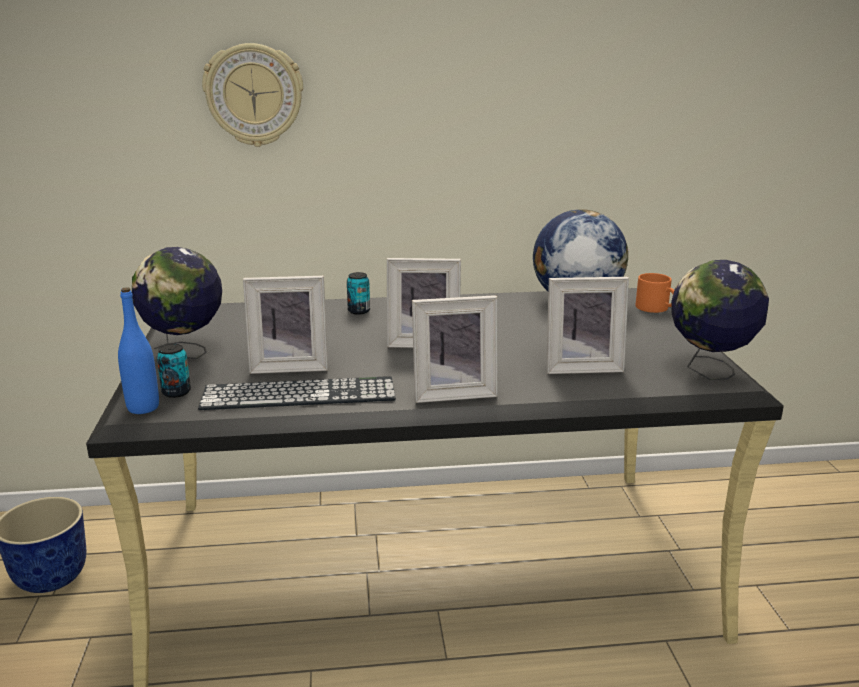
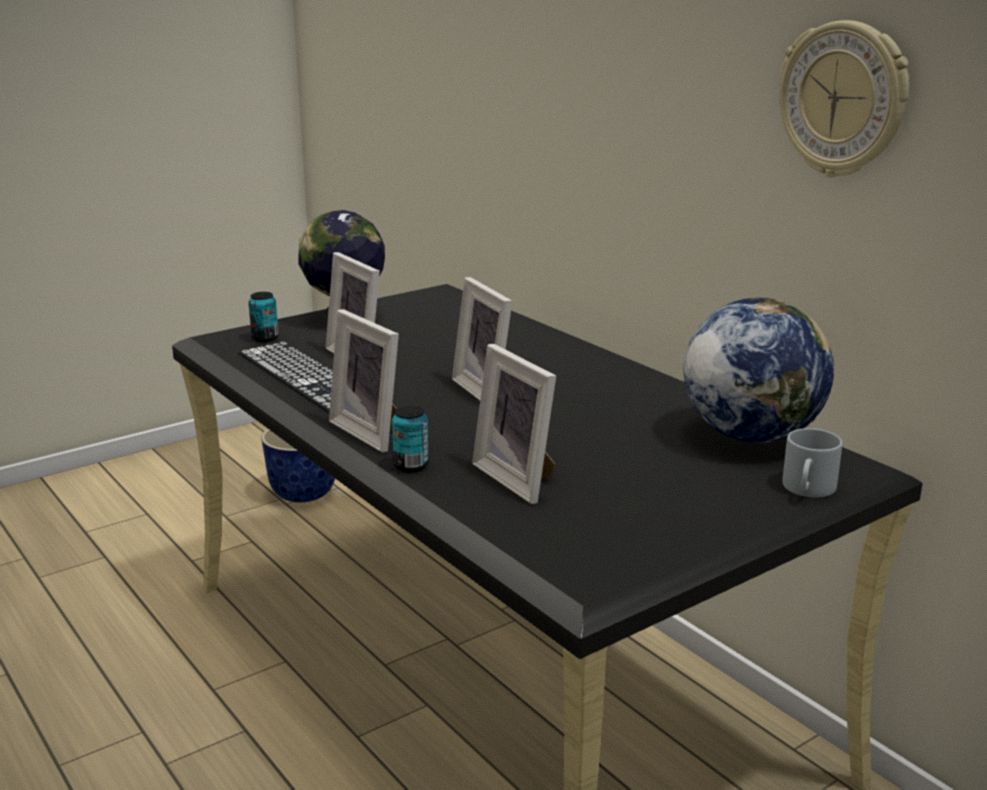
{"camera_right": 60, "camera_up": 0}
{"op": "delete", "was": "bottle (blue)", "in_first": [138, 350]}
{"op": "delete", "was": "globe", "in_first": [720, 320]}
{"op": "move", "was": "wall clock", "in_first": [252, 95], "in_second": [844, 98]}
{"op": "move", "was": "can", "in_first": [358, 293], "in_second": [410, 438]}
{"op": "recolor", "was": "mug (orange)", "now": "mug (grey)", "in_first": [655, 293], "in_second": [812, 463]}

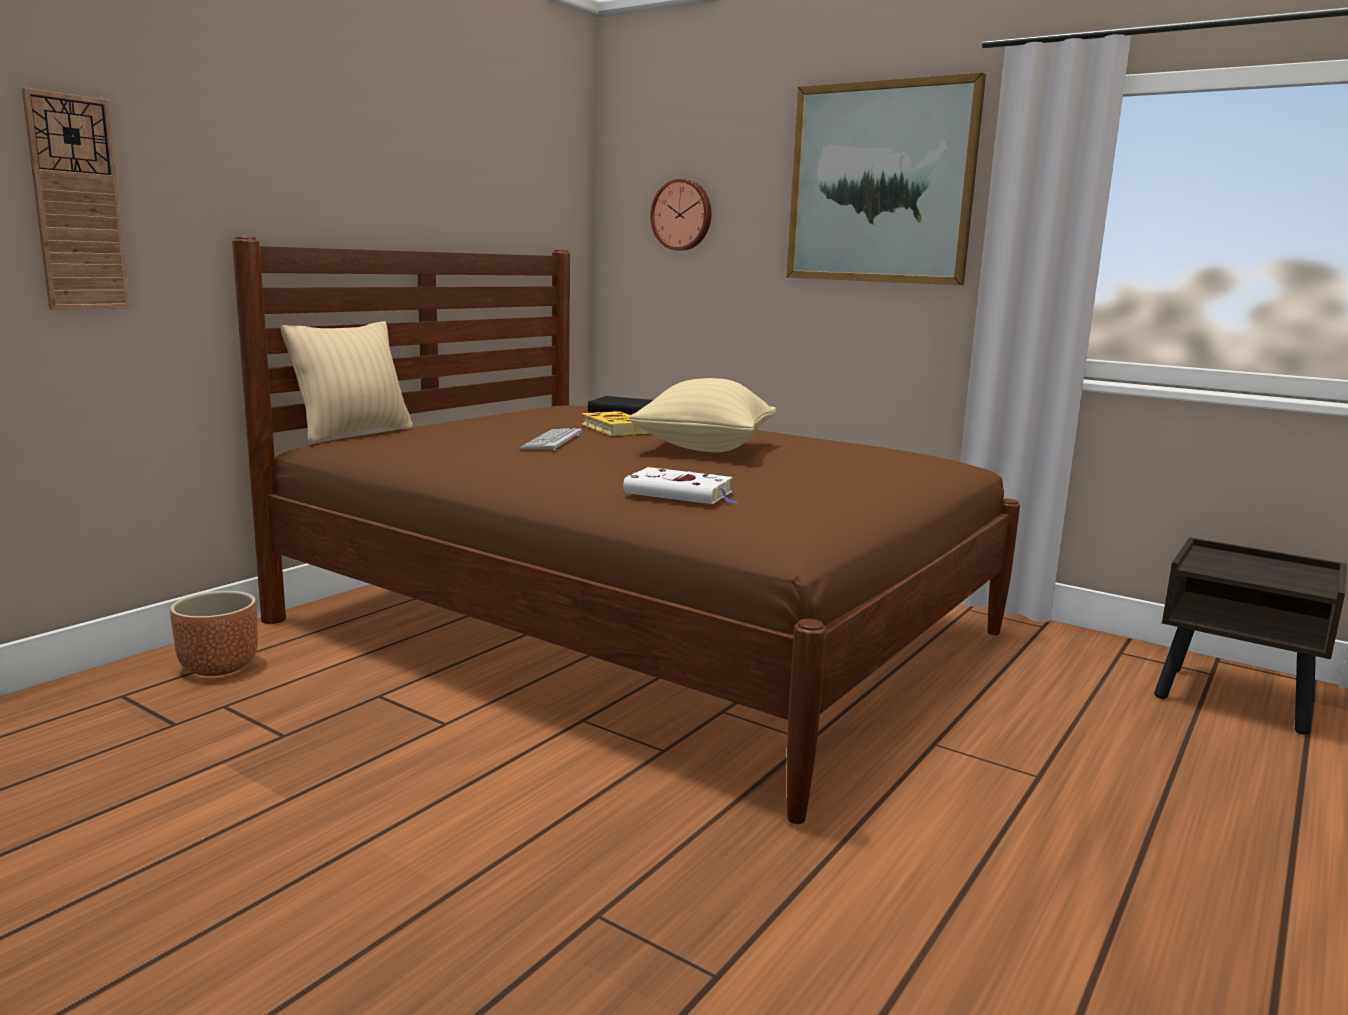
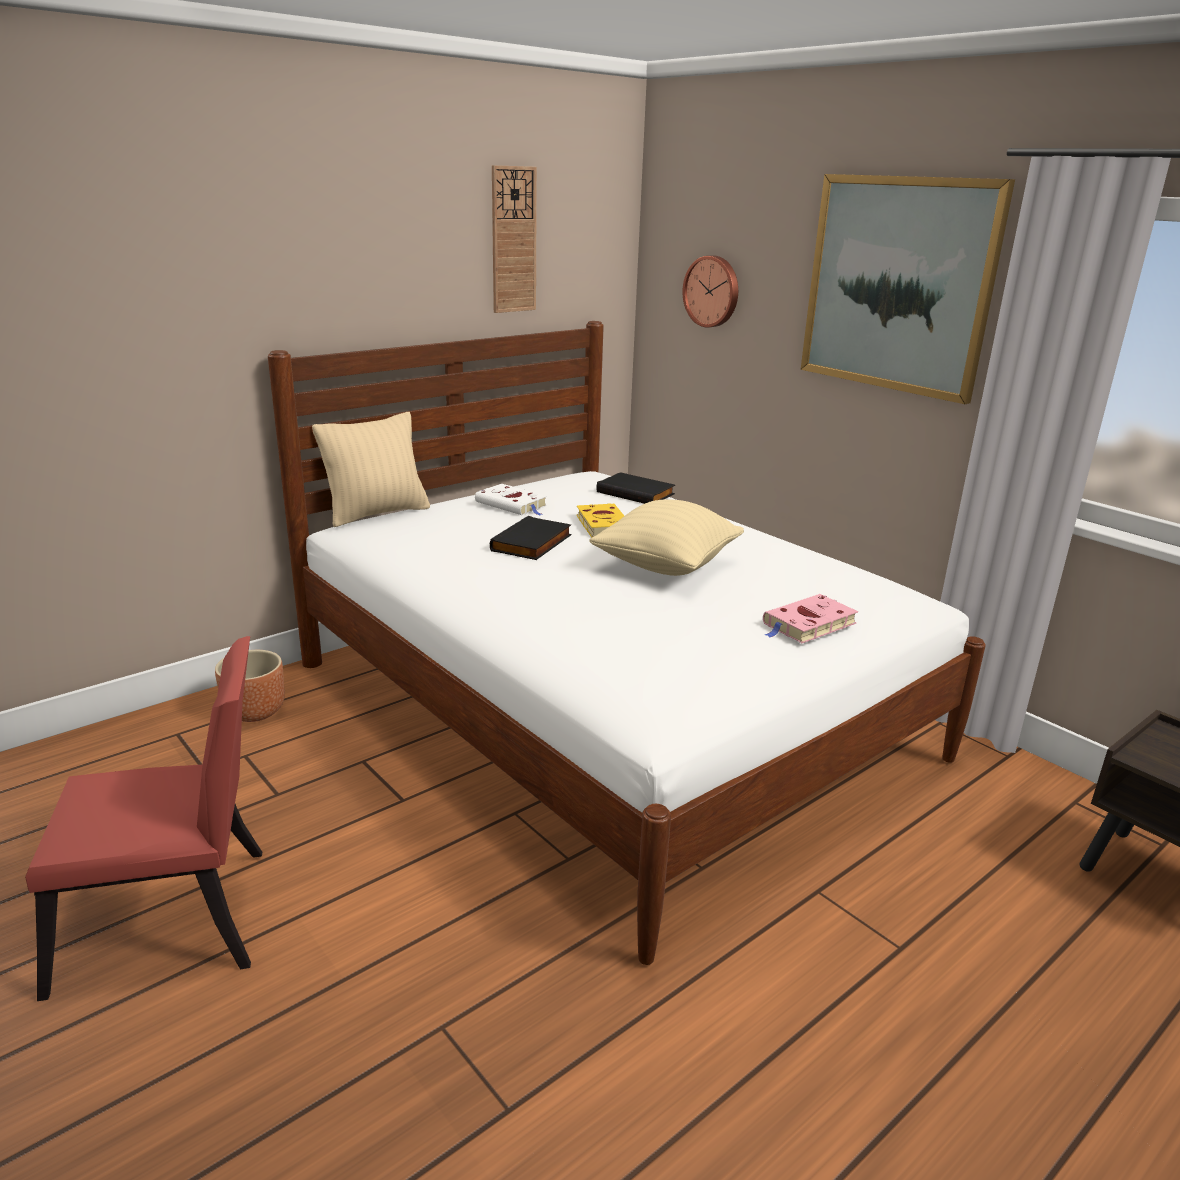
{"camera_right": 15, "camera_up": 10}
{"op": "insert", "now": "chair (red)", "in_second": [143, 818]}
{"op": "insert", "now": "book (pink)", "in_second": [810, 618]}
{"op": "move", "was": "wall clock", "in_first": [76, 199], "in_second": [514, 239]}
{"op": "move", "was": "book (white)", "in_first": [680, 485], "in_second": [511, 499]}
{"op": "replace", "was": "keyboard", "now": "book (black)", "in_first": [550, 439], "in_second": [530, 538]}
{"op": "recolor", "was": "bed (brown)", "now": "bed (white)", "in_first": [626, 530], "in_second": [627, 643]}

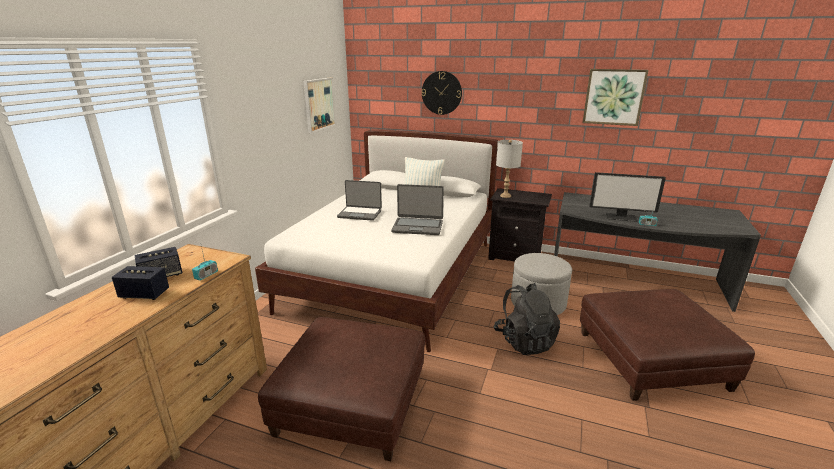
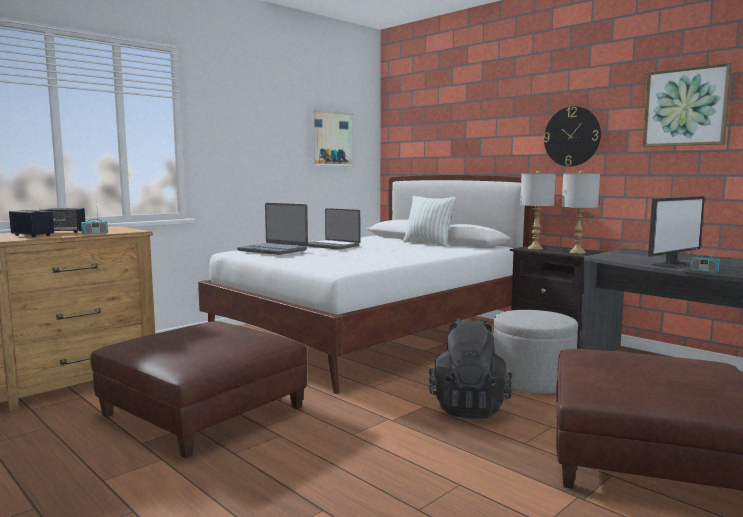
{"camera_right": 25, "camera_up": -15}
{"op": "insert", "now": "table lamp (grey)", "in_second": [581, 212]}
{"op": "move", "was": "laptop", "in_first": [417, 209], "in_second": [272, 229]}
{"op": "move", "was": "wall clock", "in_first": [442, 93], "in_second": [572, 136]}
{"op": "rotate", "was": "monitor", "in_first": [627, 197], "in_second": [676, 232], "clockwise": -75}

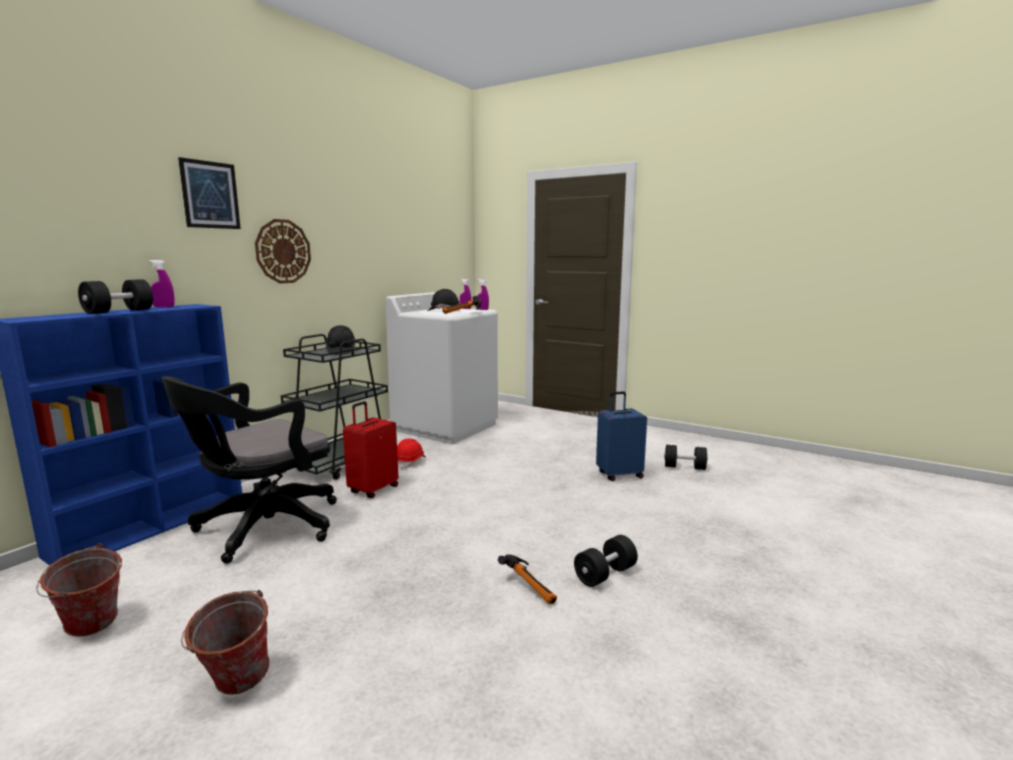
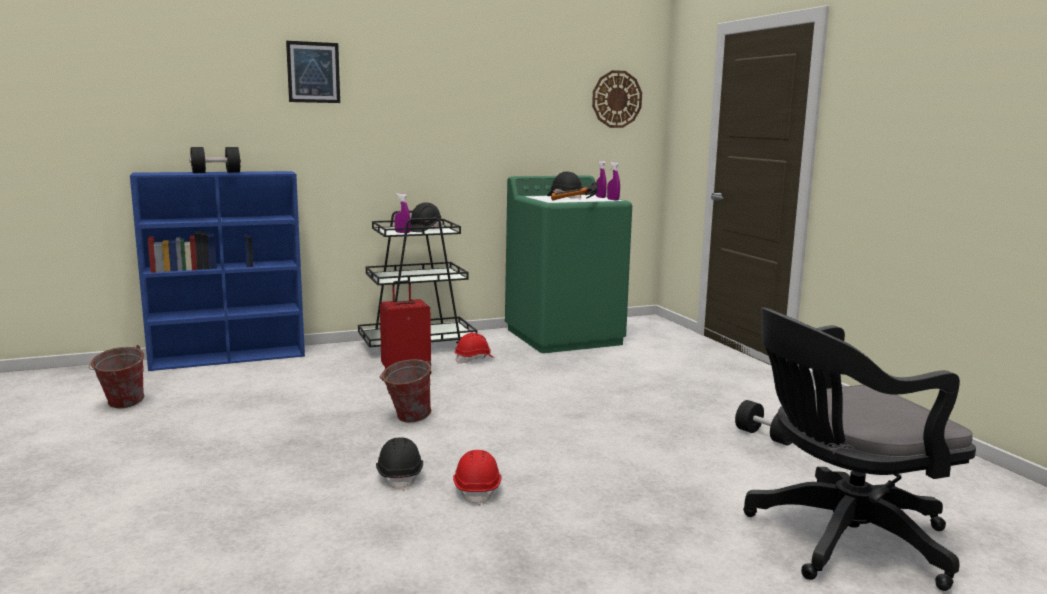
{"camera_right": 35, "camera_up": 0}
{"op": "delete", "was": "suitcase (blue)", "in_first": [621, 436]}
{"op": "move", "was": "spray bottle (purple)", "in_first": [162, 283], "in_second": [402, 213]}
{"op": "move", "was": "office chair (black)", "in_first": [249, 470], "in_second": [859, 449]}
{"op": "move", "was": "bucket", "in_first": [225, 642], "in_second": [405, 391]}
{"op": "move", "was": "wall clock", "in_first": [283, 251], "in_second": [617, 99]}
{"op": "replace", "was": "hammer", "now": "hard hat (black)", "in_first": [527, 579], "in_second": [399, 464]}
{"op": "replace", "was": "dumbbell (black)", "now": "hard hat (red)", "in_first": [606, 561], "in_second": [477, 478]}
{"op": "recolor", "was": "washing machine (white)", "now": "washing machine (green)", "in_first": [441, 368], "in_second": [568, 264]}

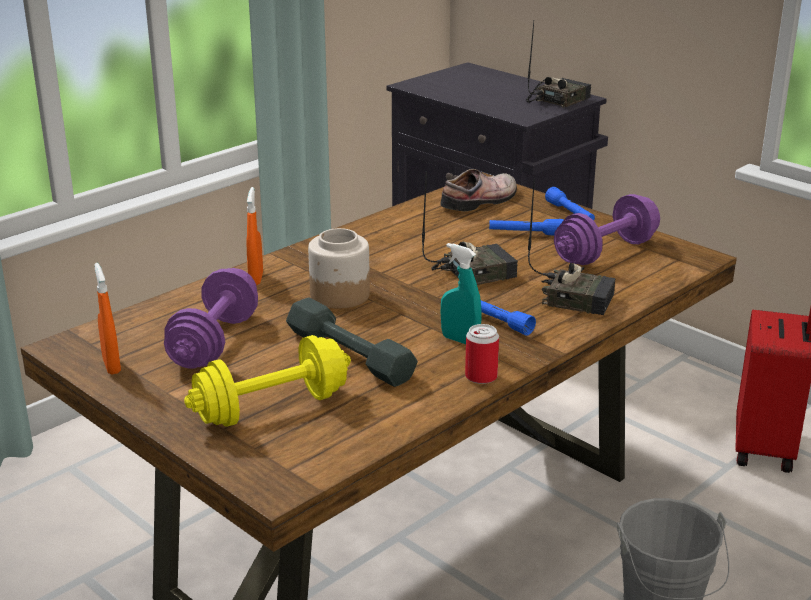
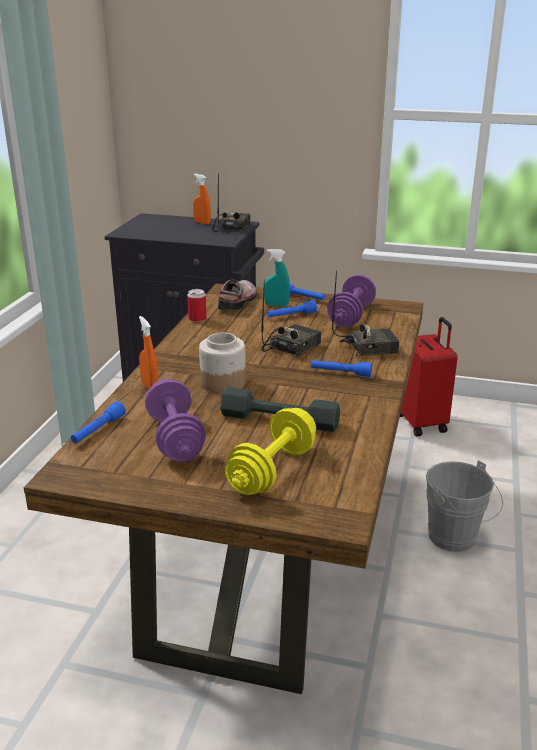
{"camera_right": -30, "camera_up": 0}
{"op": "insert", "now": "flashlight (blue)", "in_second": [98, 422]}
{"op": "move", "was": "spray bottle (orange)", "in_first": [107, 318], "in_second": [202, 199]}
{"op": "move", "was": "spray bottle (turquoise)", "in_first": [461, 293], "in_second": [277, 277]}
{"op": "move", "was": "can", "in_first": [482, 354], "in_second": [197, 305]}

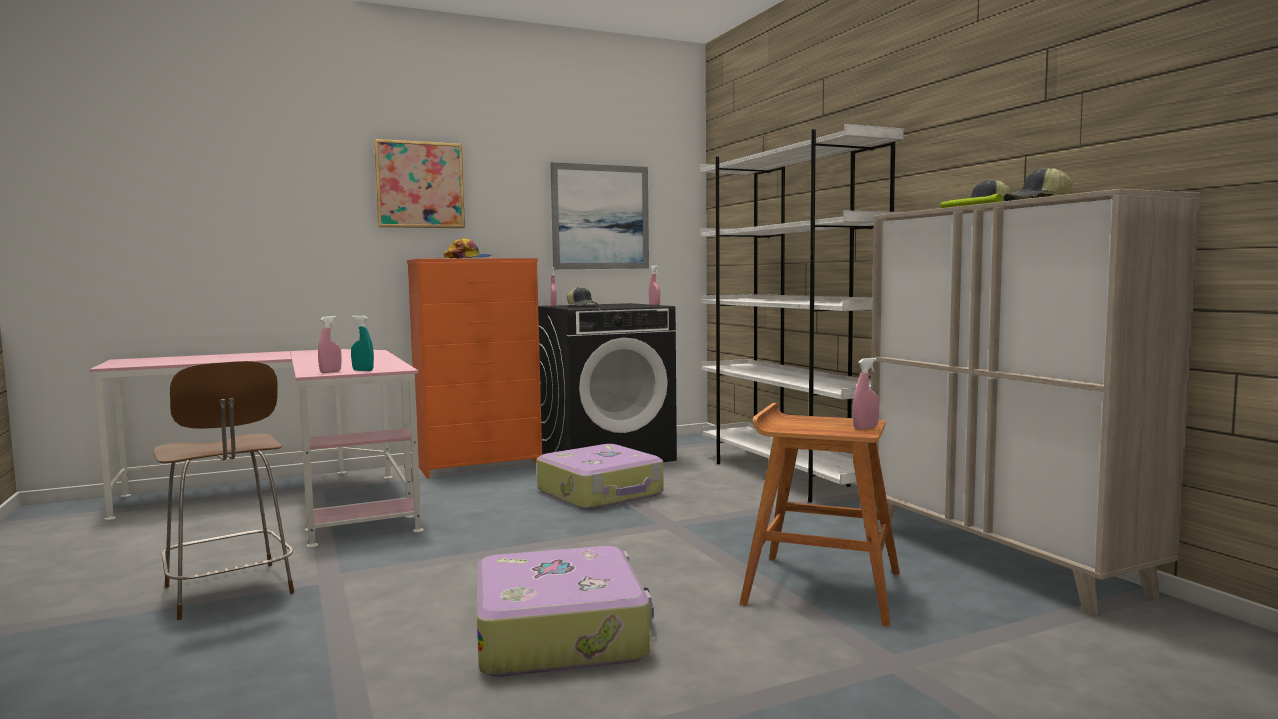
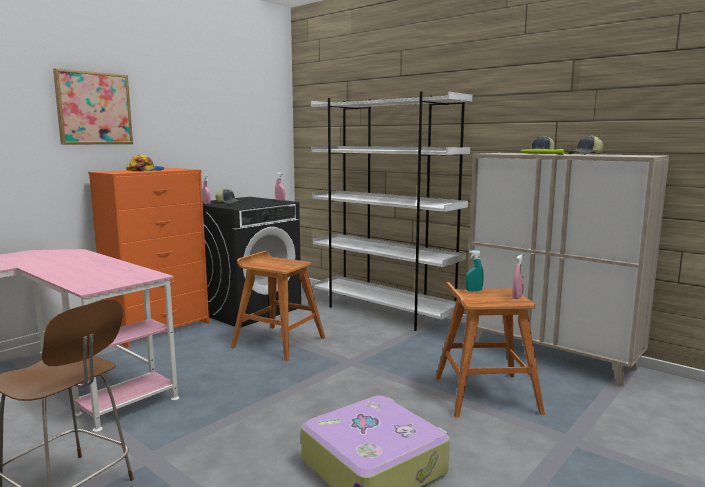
{"camera_right": -25, "camera_up": 5}
{"op": "delete", "was": "spray bottle (pink)", "in_first": [330, 344]}
{"op": "delete", "was": "picture", "in_first": [599, 215]}
{"op": "move", "was": "spray bottle (turquoise)", "in_first": [362, 343], "in_second": [475, 270]}
{"op": "replace", "was": "suitcase", "now": "stool (brown)", "in_first": [600, 477], "in_second": [278, 306]}

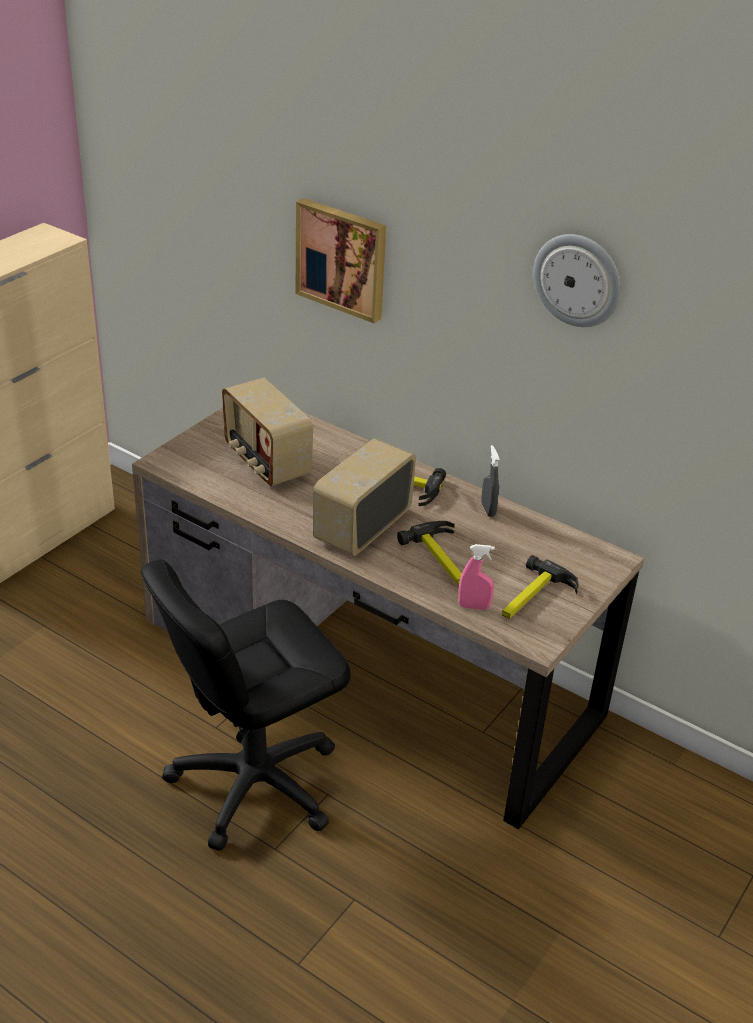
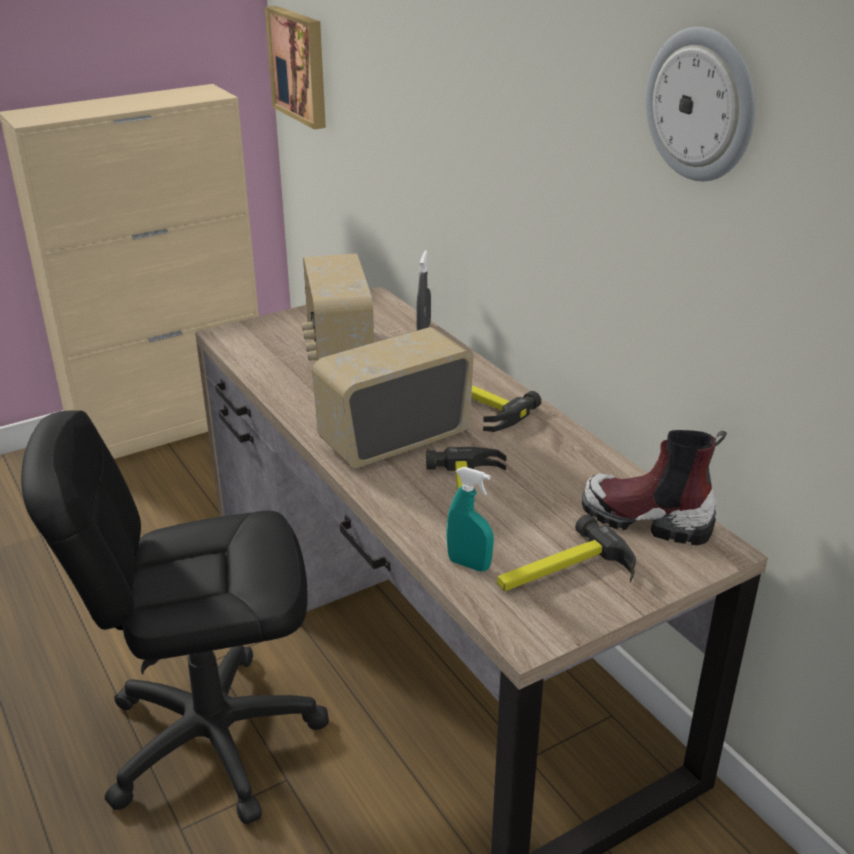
{"camera_right": 25, "camera_up": -5}
{"op": "insert", "now": "boot", "in_second": [654, 487]}
{"op": "move", "was": "picture", "in_first": [341, 260], "in_second": [295, 68]}
{"op": "move", "was": "spray bottle (grey)", "in_first": [490, 481], "in_second": [424, 290]}
{"op": "recolor", "was": "spray bottle (pink)", "now": "spray bottle (turquoise)", "in_first": [476, 577], "in_second": [470, 519]}

